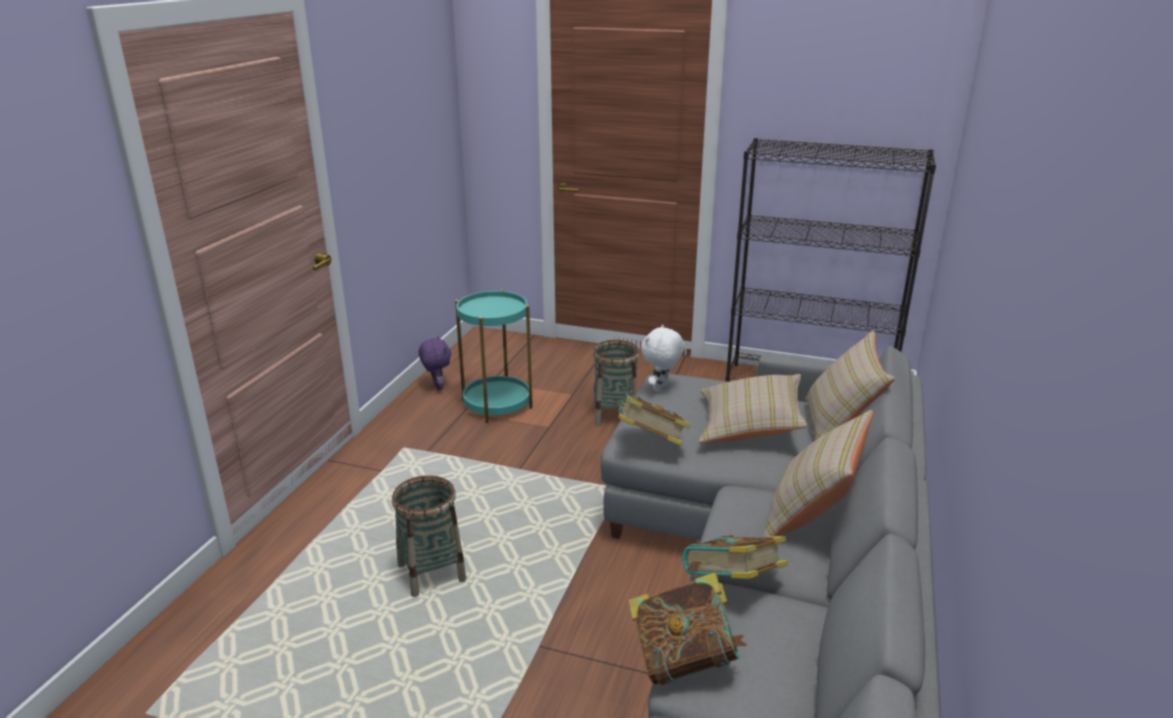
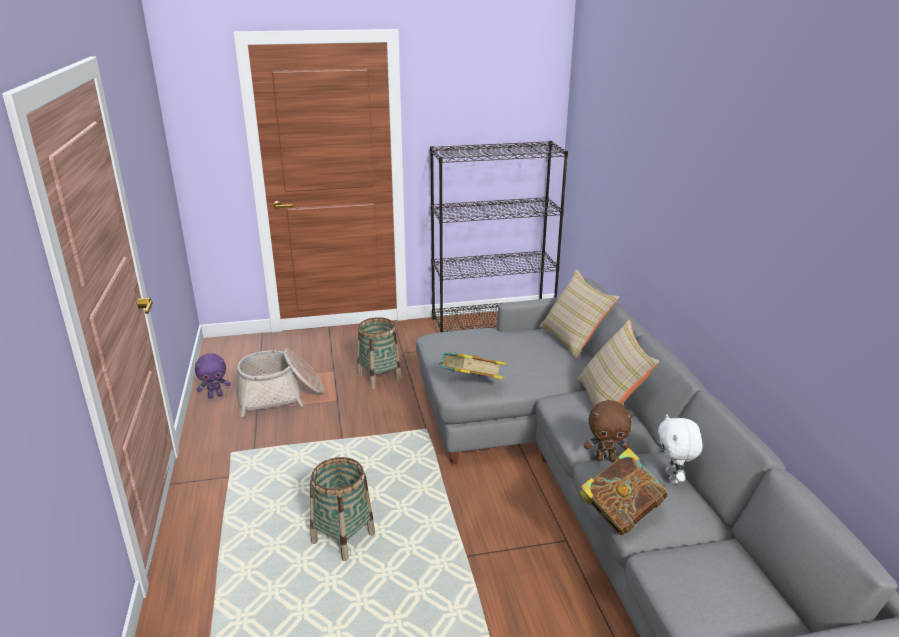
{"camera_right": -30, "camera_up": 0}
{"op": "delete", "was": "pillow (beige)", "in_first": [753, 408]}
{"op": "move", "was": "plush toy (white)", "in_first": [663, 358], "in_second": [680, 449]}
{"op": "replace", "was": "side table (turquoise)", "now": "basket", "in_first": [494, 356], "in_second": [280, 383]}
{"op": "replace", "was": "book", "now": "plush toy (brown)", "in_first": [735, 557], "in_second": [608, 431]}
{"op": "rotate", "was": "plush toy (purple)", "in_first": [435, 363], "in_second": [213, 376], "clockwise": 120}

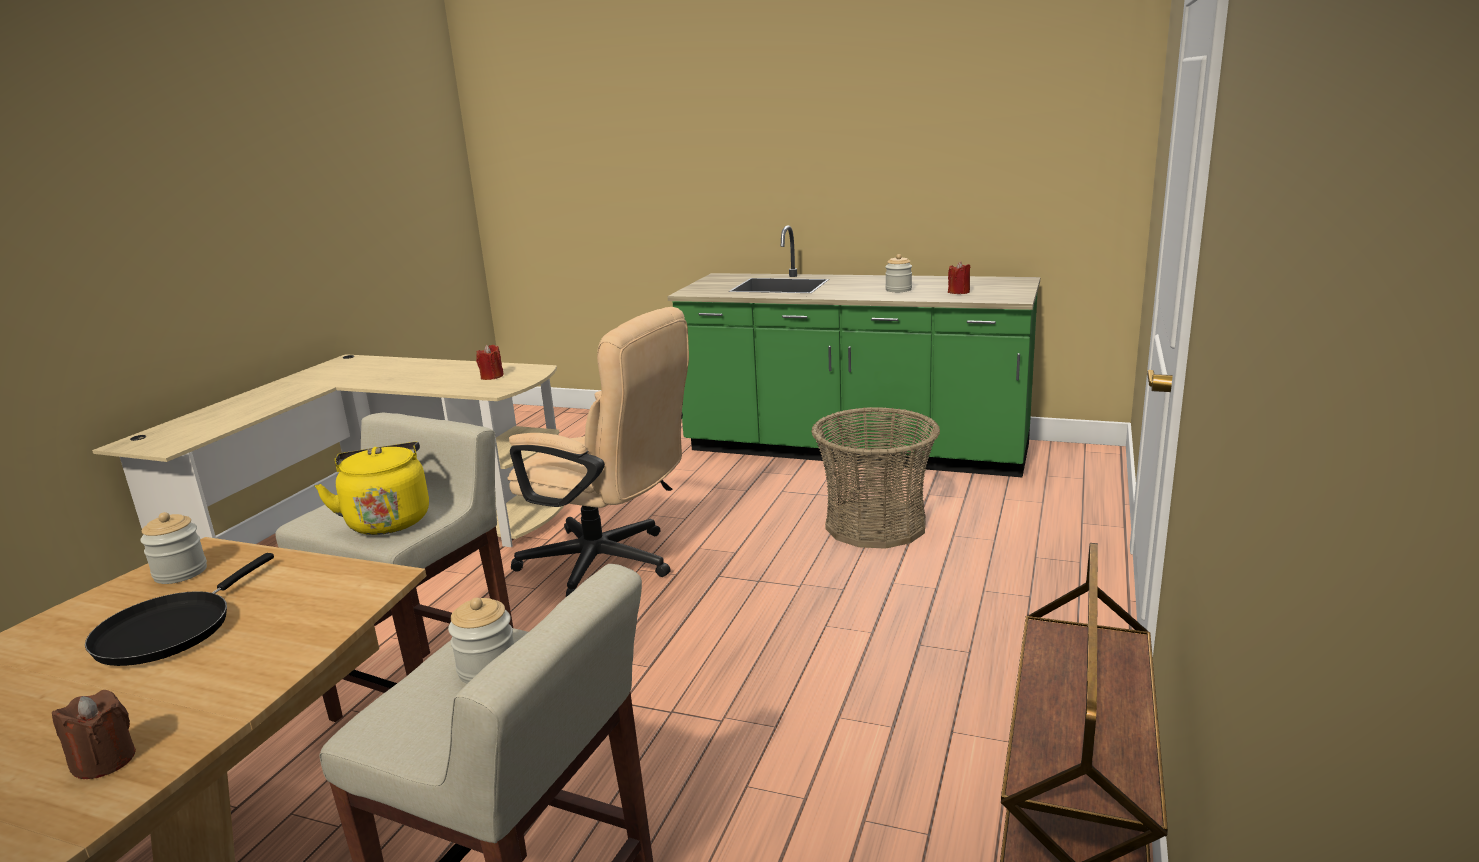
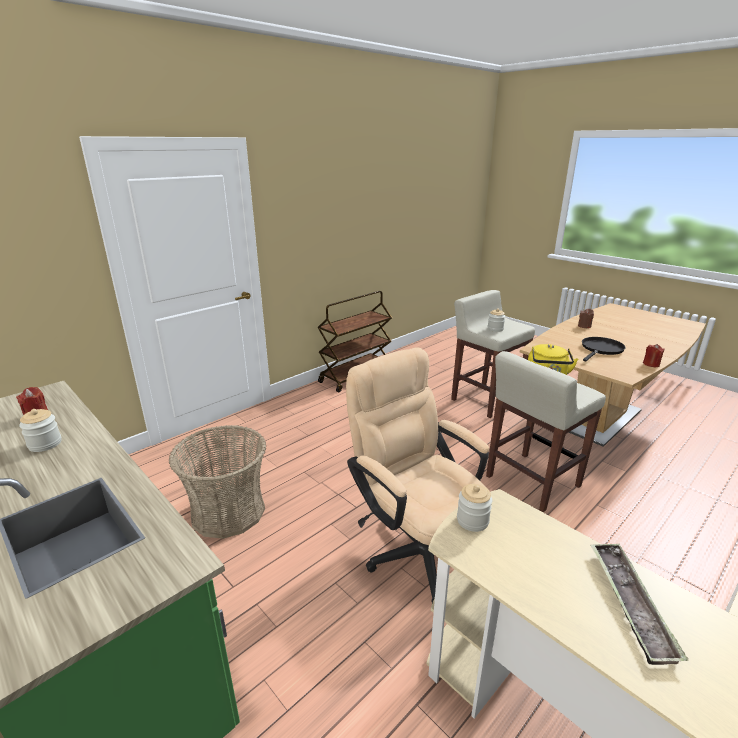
{"camera_right": -155, "camera_up": 5}
{"op": "insert", "now": "tray", "in_second": [639, 604]}
{"op": "move", "was": "jar", "in_first": [173, 548], "in_second": [474, 508]}
{"op": "move", "was": "candle (red)", "in_first": [490, 362], "in_second": [654, 355]}

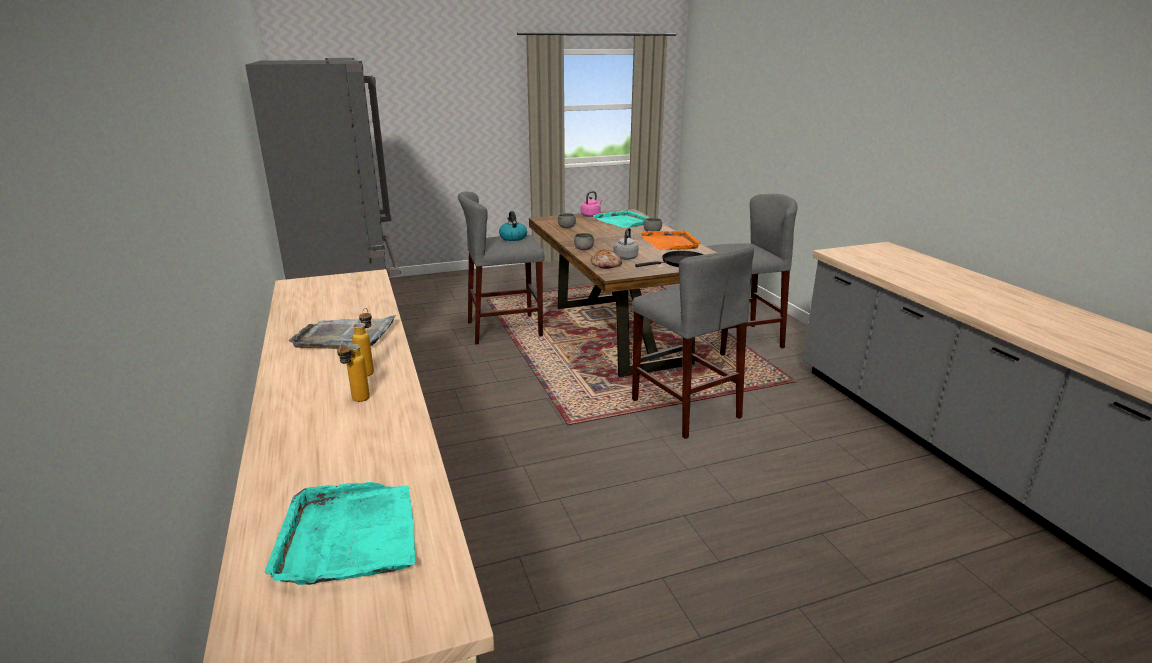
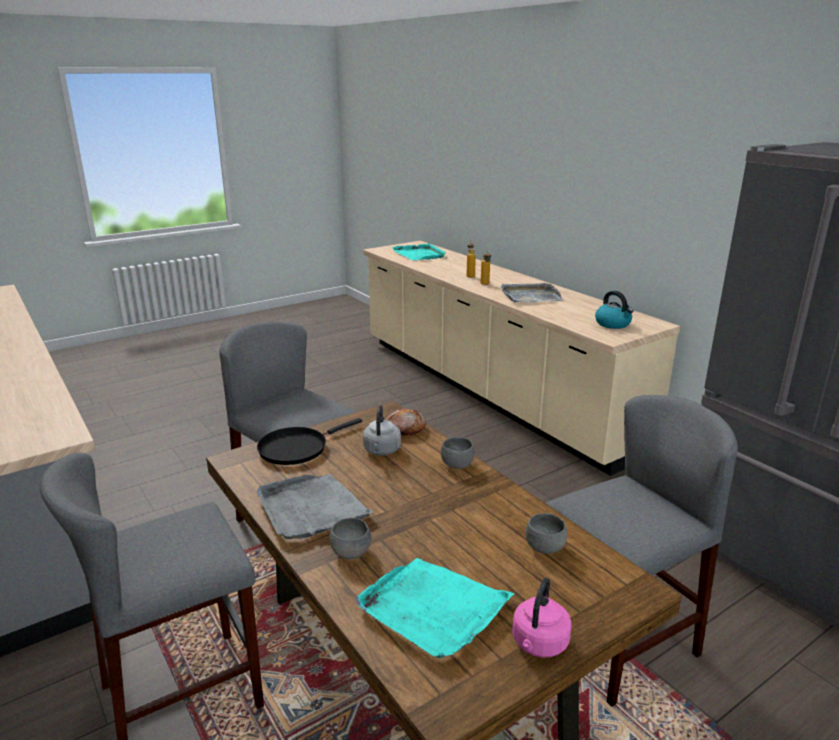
{"camera_right": 165, "camera_up": 0}
{"op": "move", "was": "kettle", "in_first": [513, 226], "in_second": [614, 310]}
{"op": "recolor", "was": "tray (orange)", "now": "tray (grey)", "in_first": [670, 240], "in_second": [315, 506]}

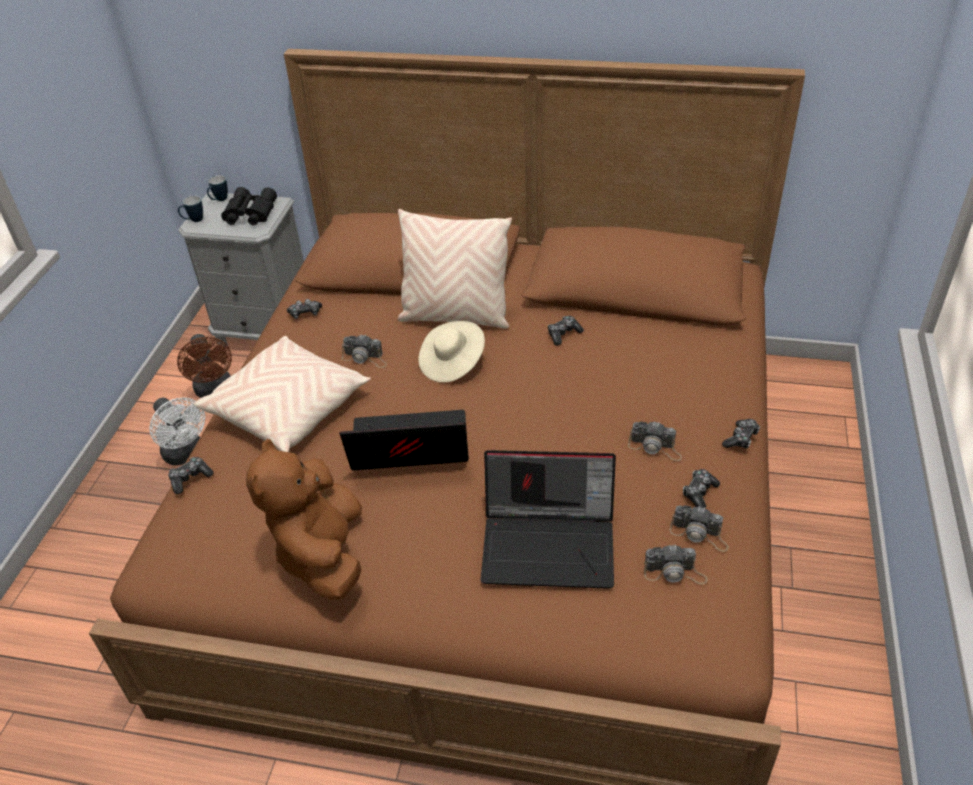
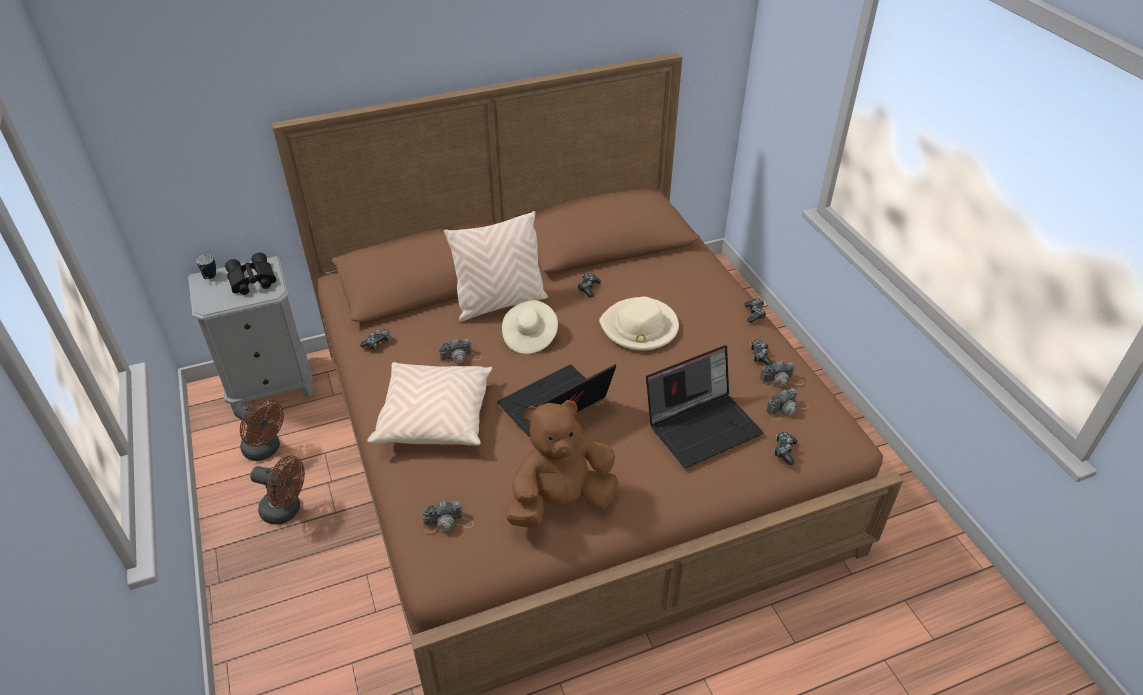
{"camera_right": -35, "camera_up": 0}
{"op": "delete", "was": "mug", "in_first": [190, 209]}
{"op": "insert", "now": "hat (beige)", "in_second": [639, 324]}
{"op": "move", "was": "game controller", "in_first": [190, 475], "in_second": [785, 448]}
{"op": "move", "was": "photo camera", "in_first": [655, 441], "in_second": [448, 517]}
{"op": "recolor", "was": "fan (white)", "now": "fan (brown)", "in_first": [177, 431], "in_second": [277, 489]}
{"op": "rotate", "was": "plush toy (brown)", "in_first": [304, 520], "in_second": [562, 464], "clockwise": 105}

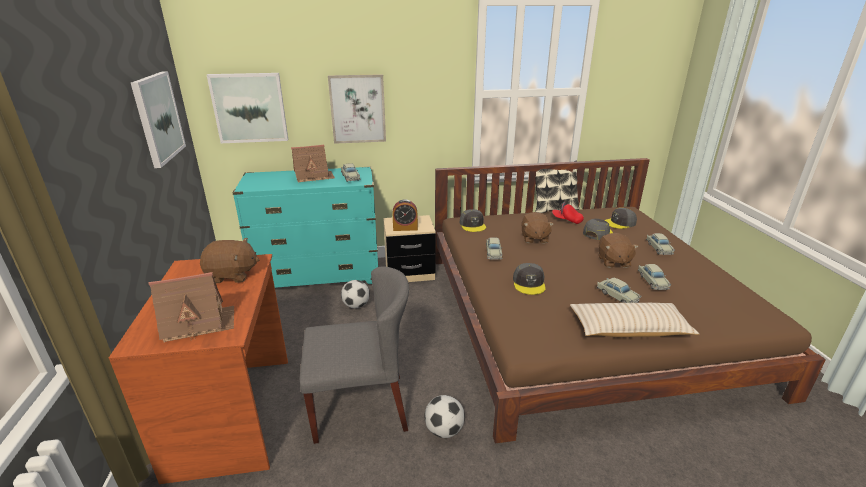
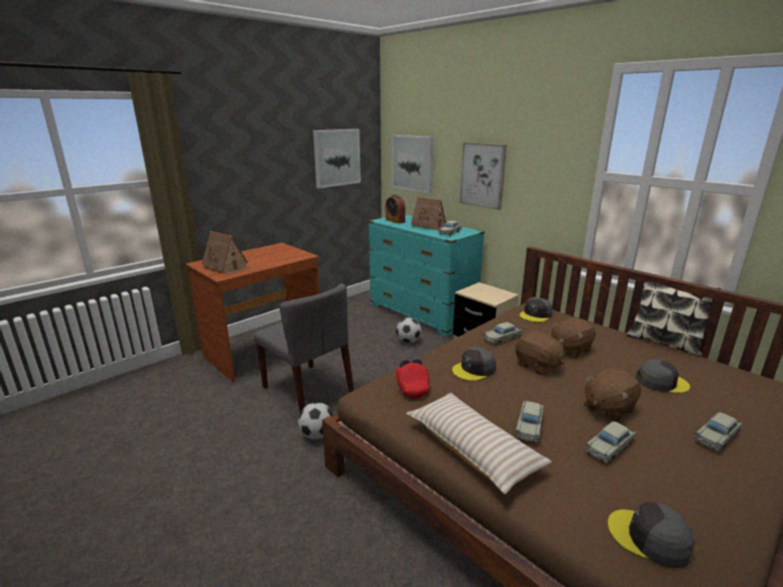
{"camera_right": 55, "camera_up": -5}
{"op": "move", "was": "plush toy (brown)", "in_first": [230, 260], "in_second": [540, 353]}
{"op": "move", "was": "alarm clock", "in_first": [405, 215], "in_second": [395, 209]}
{"op": "move", "was": "cap (red)", "in_first": [568, 213], "in_second": [413, 378]}
{"op": "move", "was": "cap (grey)", "in_first": [621, 218], "in_second": [651, 536]}

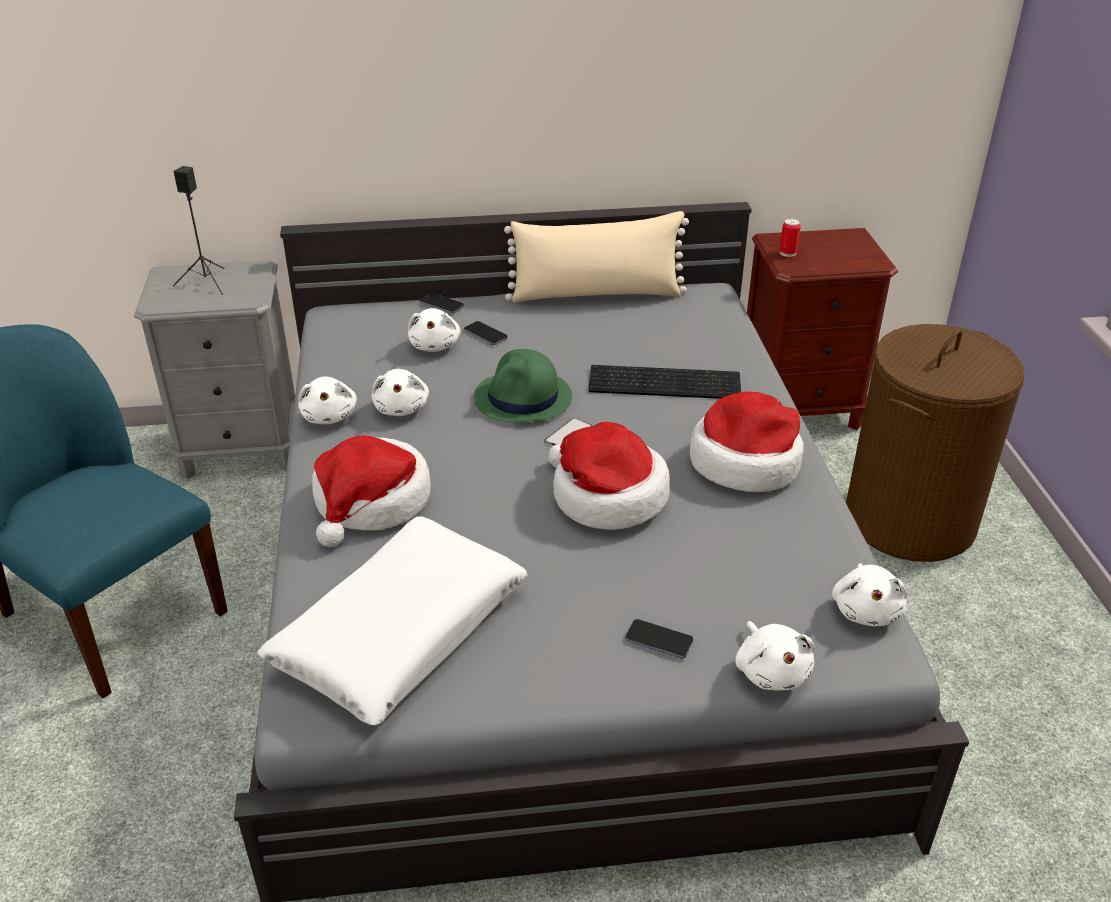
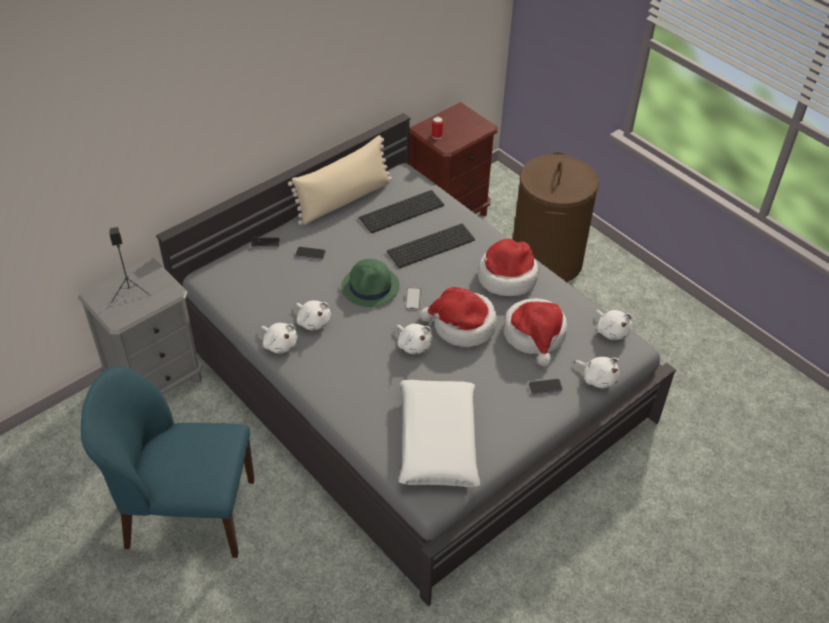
{"camera_right": -35, "camera_up": 10}
{"op": "insert", "now": "keyboard", "in_second": [401, 211]}
{"op": "move", "was": "hat", "in_first": [371, 491], "in_second": [535, 332]}
{"op": "move", "was": "plush toy (white)", "in_first": [434, 330], "in_second": [415, 339]}

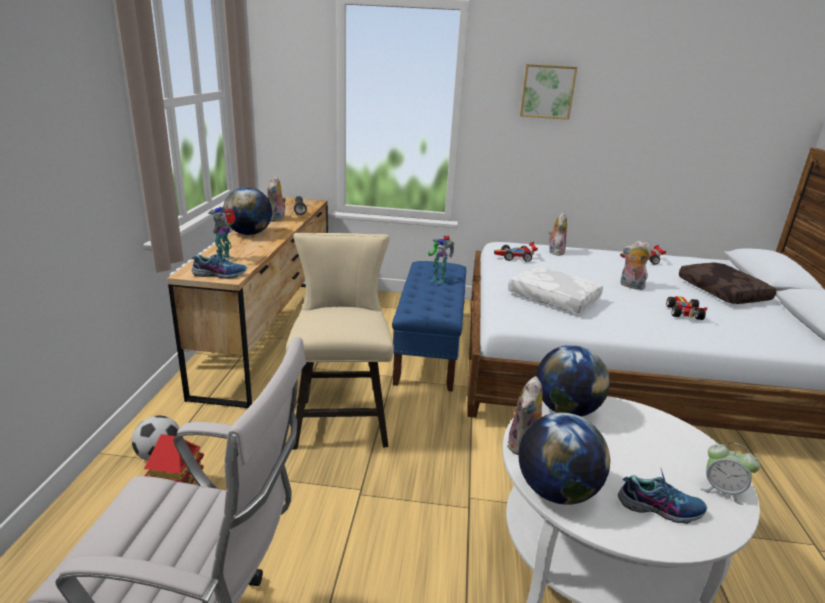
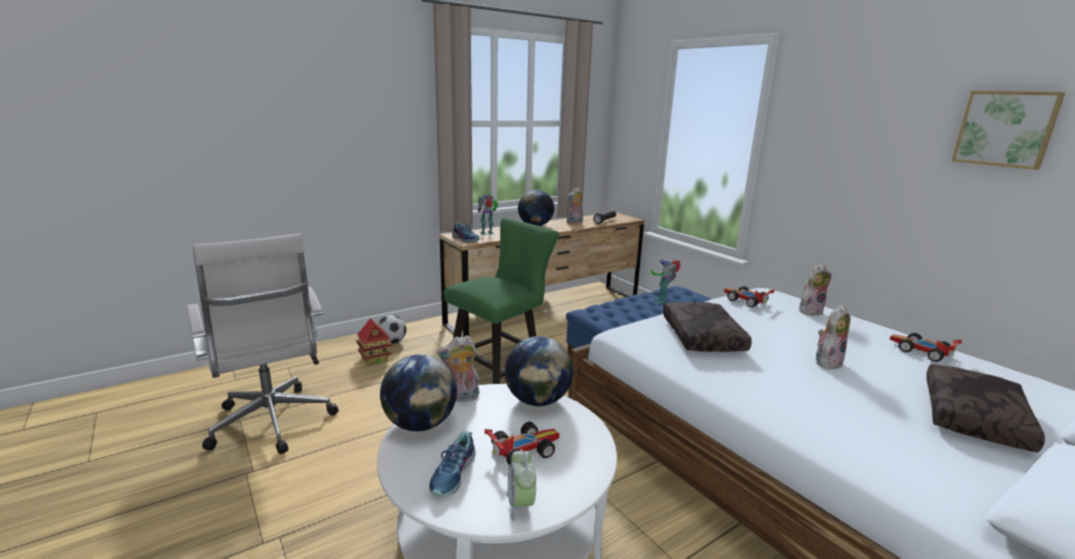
{"camera_right": 50, "camera_up": -5}
{"op": "move", "was": "picture", "in_first": [548, 92], "in_second": [1008, 130]}
{"op": "move", "was": "toy car", "in_first": [686, 308], "in_second": [522, 443]}
{"op": "recolor", "was": "chair (beige)", "now": "chair (green)", "in_first": [340, 341], "in_second": [501, 301]}
{"op": "recolor", "was": "pillow (white)", "now": "pillow (brown)", "in_first": [555, 289], "in_second": [707, 327]}
{"op": "rotate", "was": "shoe", "in_first": [662, 495], "in_second": [452, 463], "clockwise": 45}
{"op": "rotate", "was": "plush toy", "in_first": [635, 265], "in_second": [833, 337], "clockwise": 60}

